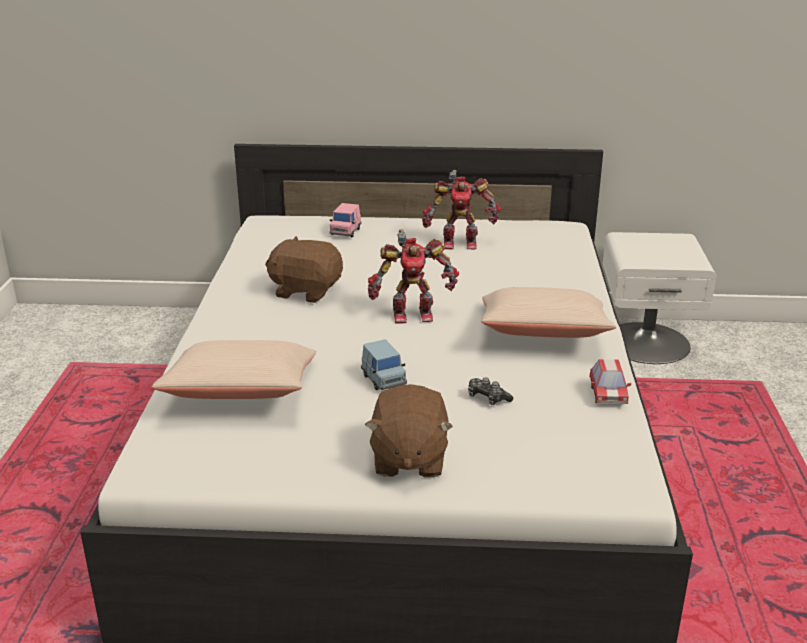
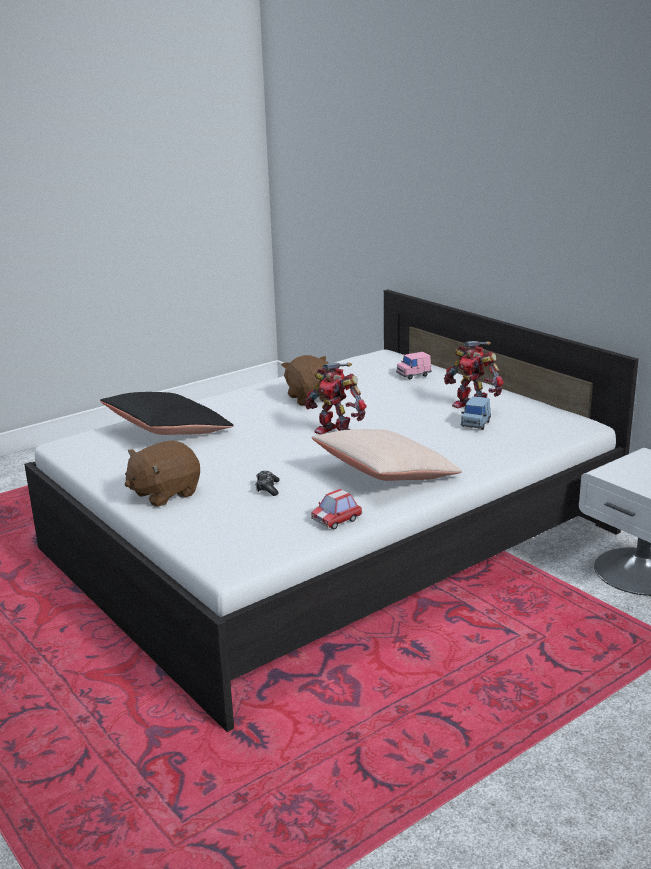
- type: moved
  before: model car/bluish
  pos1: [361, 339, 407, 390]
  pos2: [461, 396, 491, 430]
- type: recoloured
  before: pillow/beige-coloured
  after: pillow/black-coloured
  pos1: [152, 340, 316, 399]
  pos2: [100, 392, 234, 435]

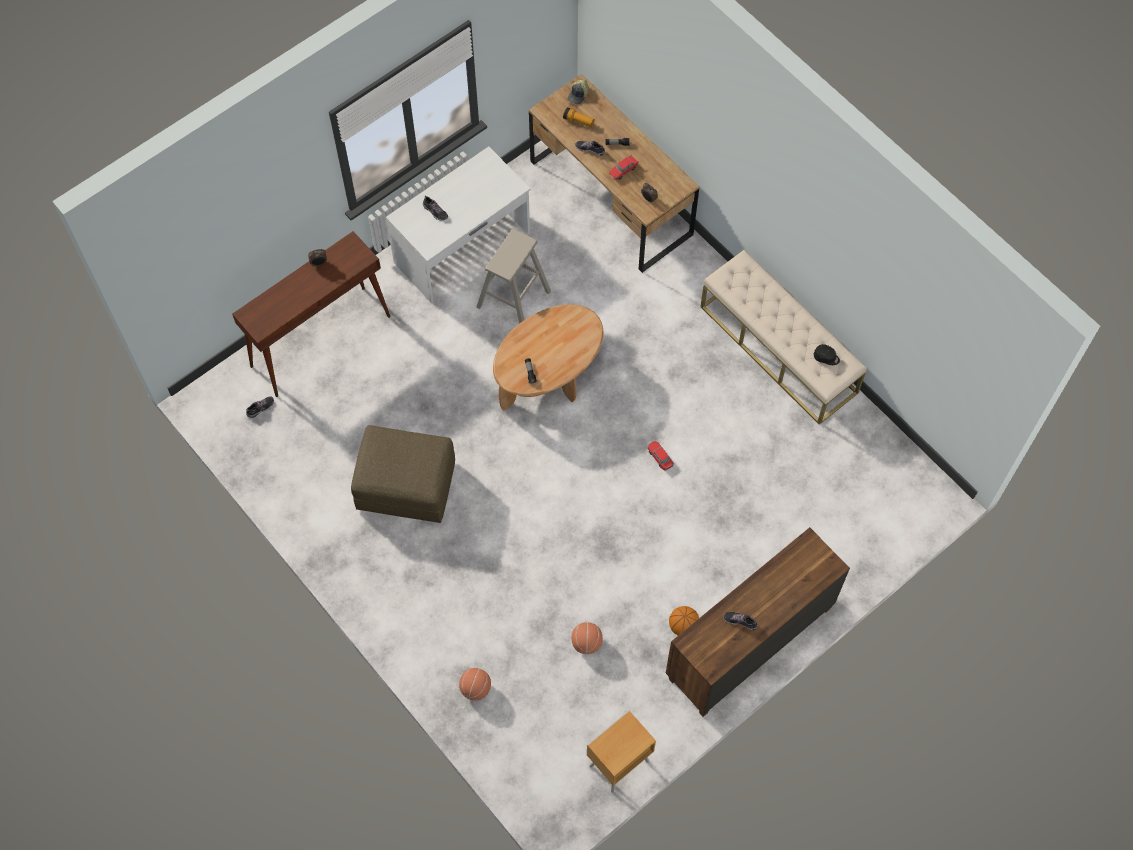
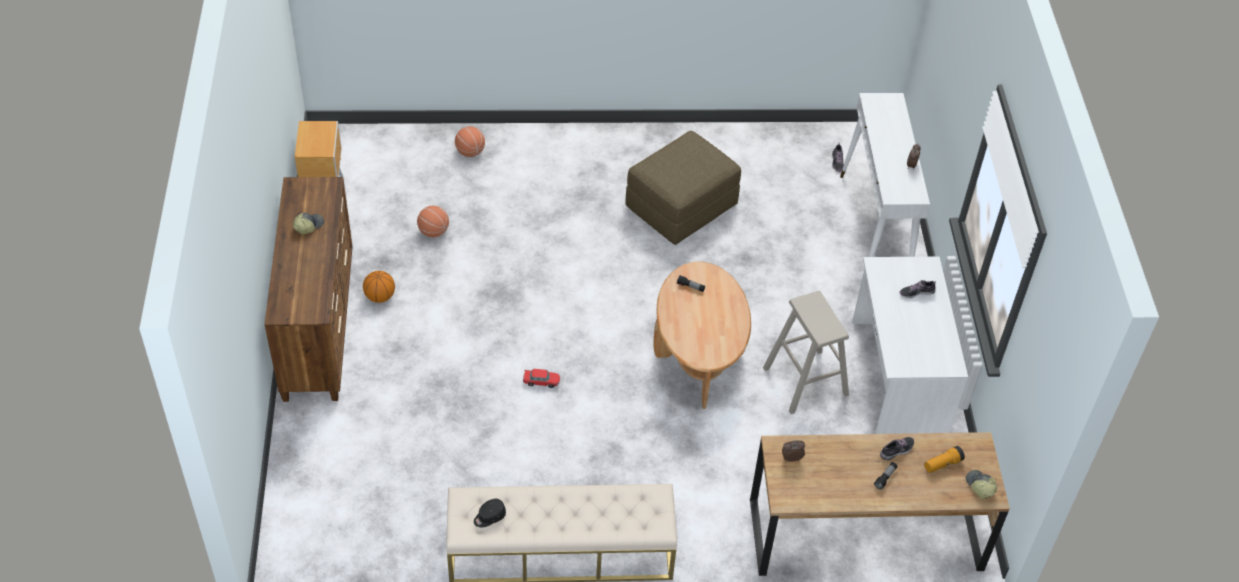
- type: removed
  before: model car
  pos1: [609, 155, 639, 180]
- type: replaced
  before: item of footwear
  after: peaked cap
  pos1: [723, 612, 758, 630]
  pos2: [293, 213, 324, 234]
- type: recoloured
  before: hall table/brown-coloured
  after: hall table/whitish
  pos1: [232, 231, 390, 397]
  pos2: [840, 93, 930, 257]

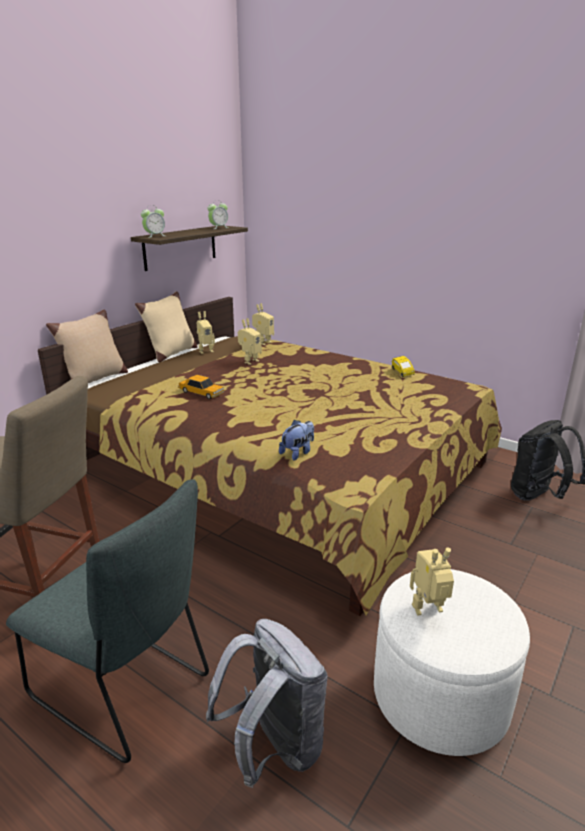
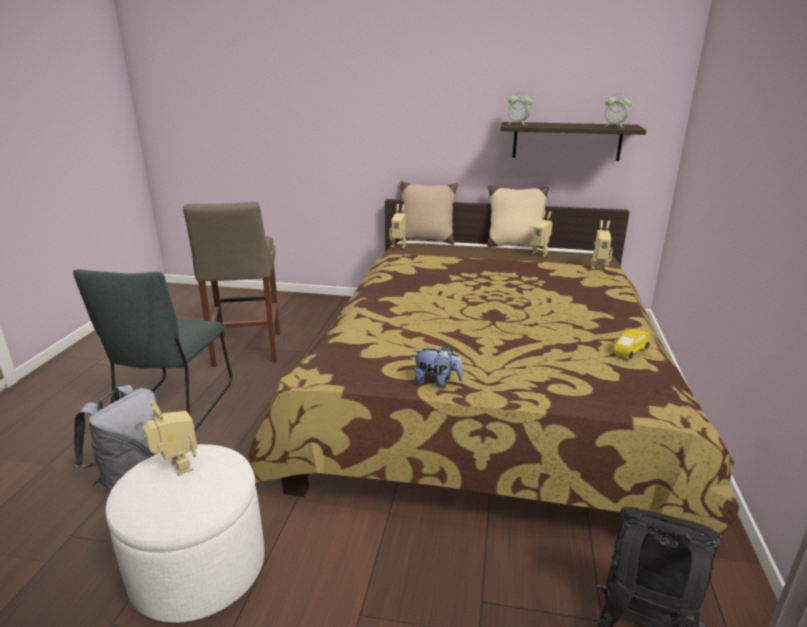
- type: removed
  before: model car
  pos1: [178, 375, 224, 399]
- type: moved
  before: robot figure
  pos1: [238, 318, 262, 365]
  pos2: [389, 204, 406, 248]
- type: moved
  before: cuddly toy
  pos1: [279, 420, 314, 460]
  pos2: [413, 345, 463, 388]

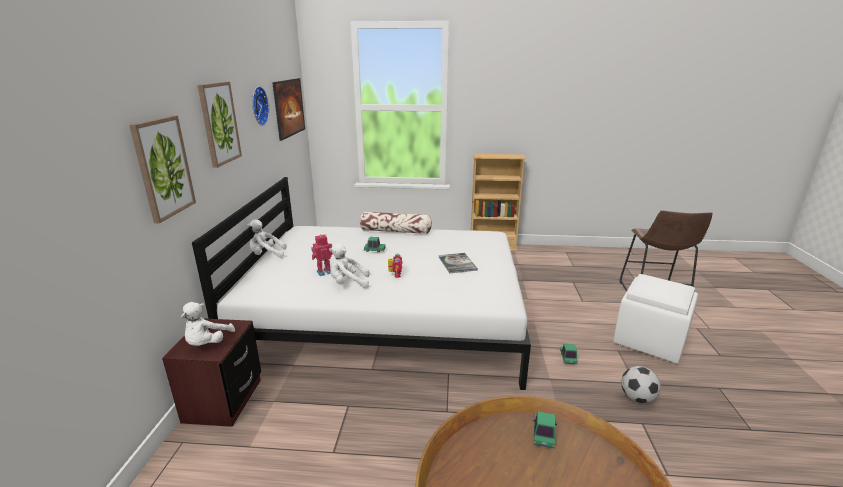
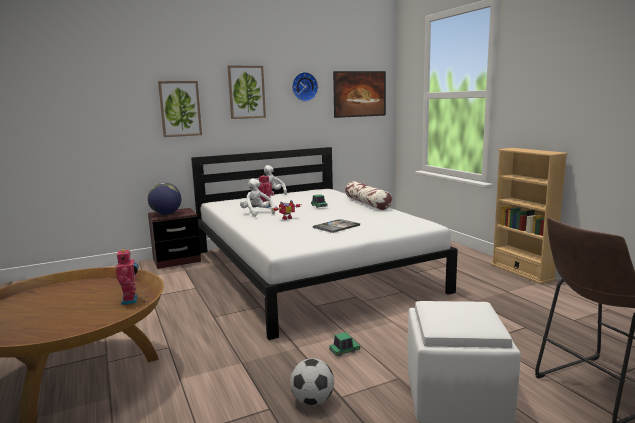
- type: replaced
  before: cuddly toy/whitish
  after: globe
  pos1: [181, 302, 235, 346]
  pos2: [148, 183, 181, 215]
- type: replaced
  before: model car
  after: robot figure
  pos1: [533, 411, 557, 449]
  pos2: [116, 248, 139, 305]

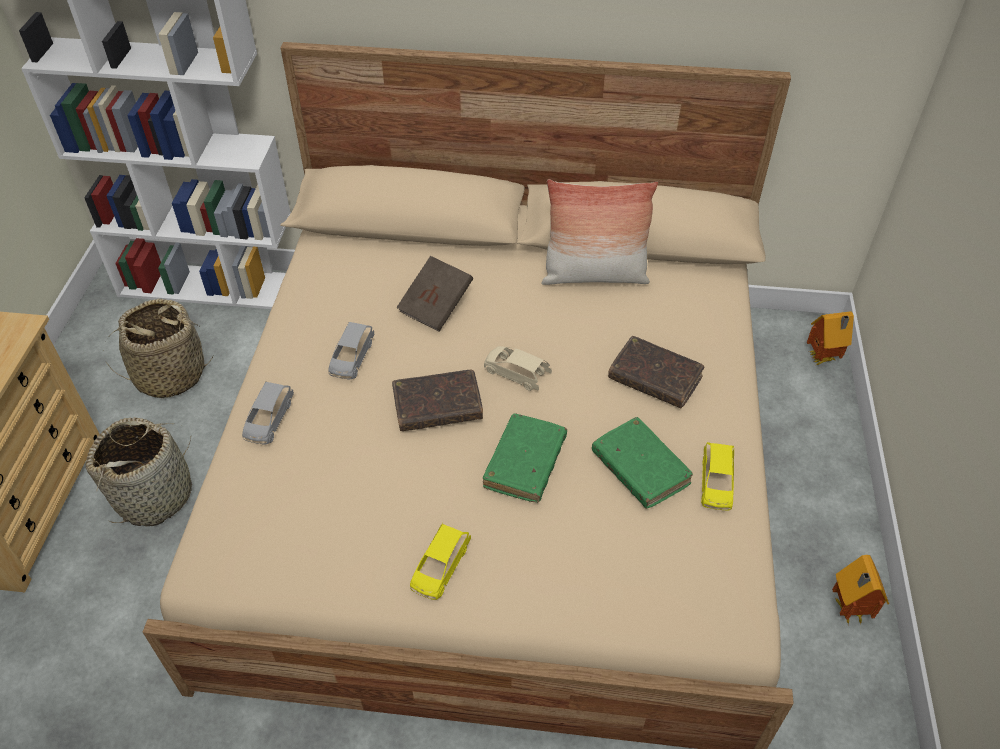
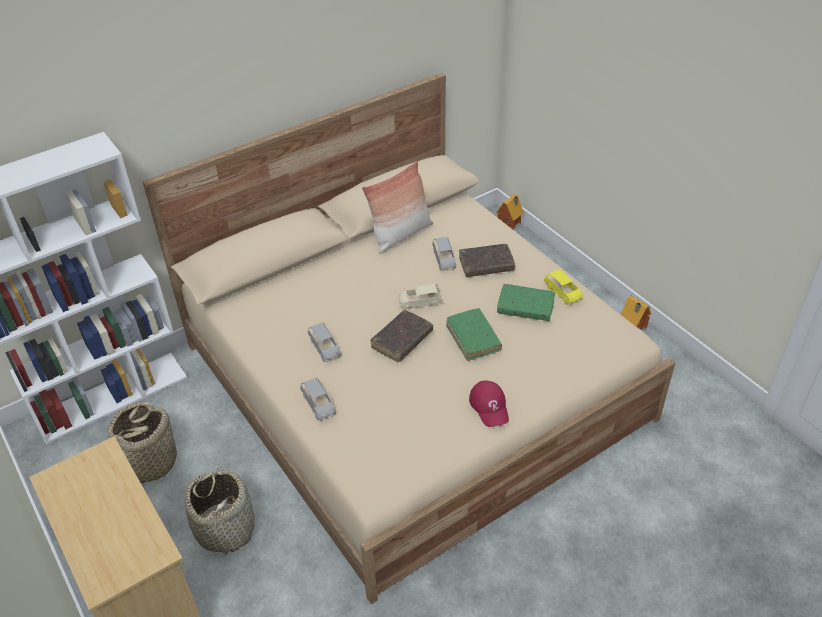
- type: removed
  before: bound book/brown-coloured
  pos1: [396, 256, 473, 332]
- type: added
  after: model car/greyish
  pos2: [433, 237, 456, 270]
- type: replaced
  before: model car/yellowish
  after: peaked cap/red
  pos1: [410, 523, 471, 600]
  pos2: [469, 381, 509, 427]

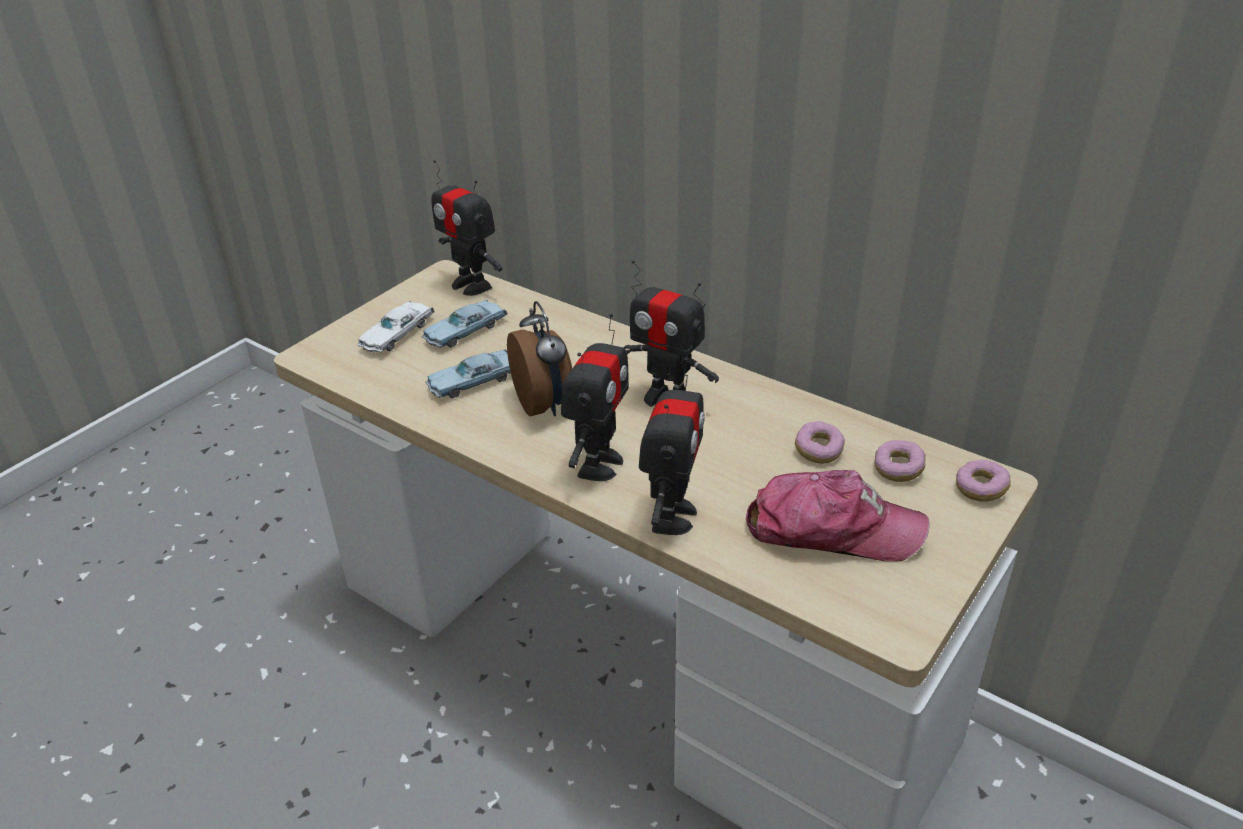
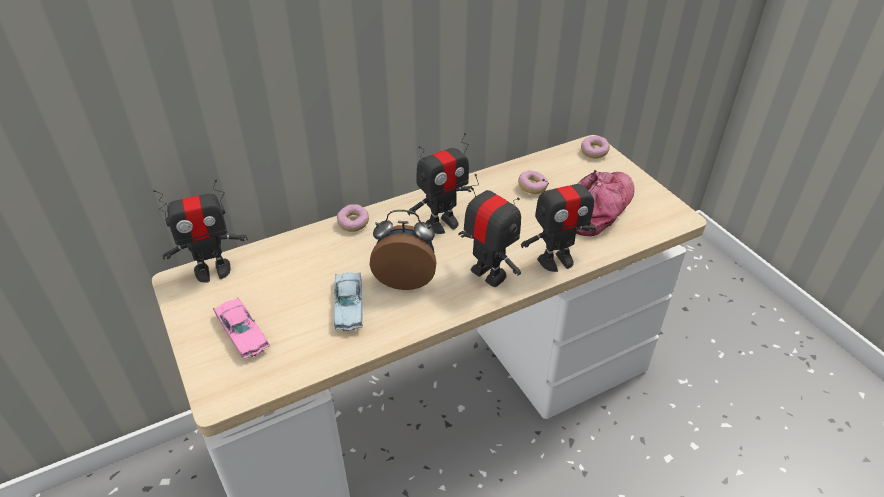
- type: removed
  before: model car/bluish
  pos1: [422, 300, 507, 348]
- type: moved
  before: donut
  pos1: [874, 440, 926, 482]
  pos2: [337, 204, 369, 232]
- type: recoloured
  before: model car/whitish
  after: model car/pink
  pos1: [357, 301, 434, 353]
  pos2: [213, 297, 270, 359]
- type: turned
  before: robot figure
  pos1: [639, 358, 705, 535]
  pos2: [521, 170, 597, 272]
  turn: 120

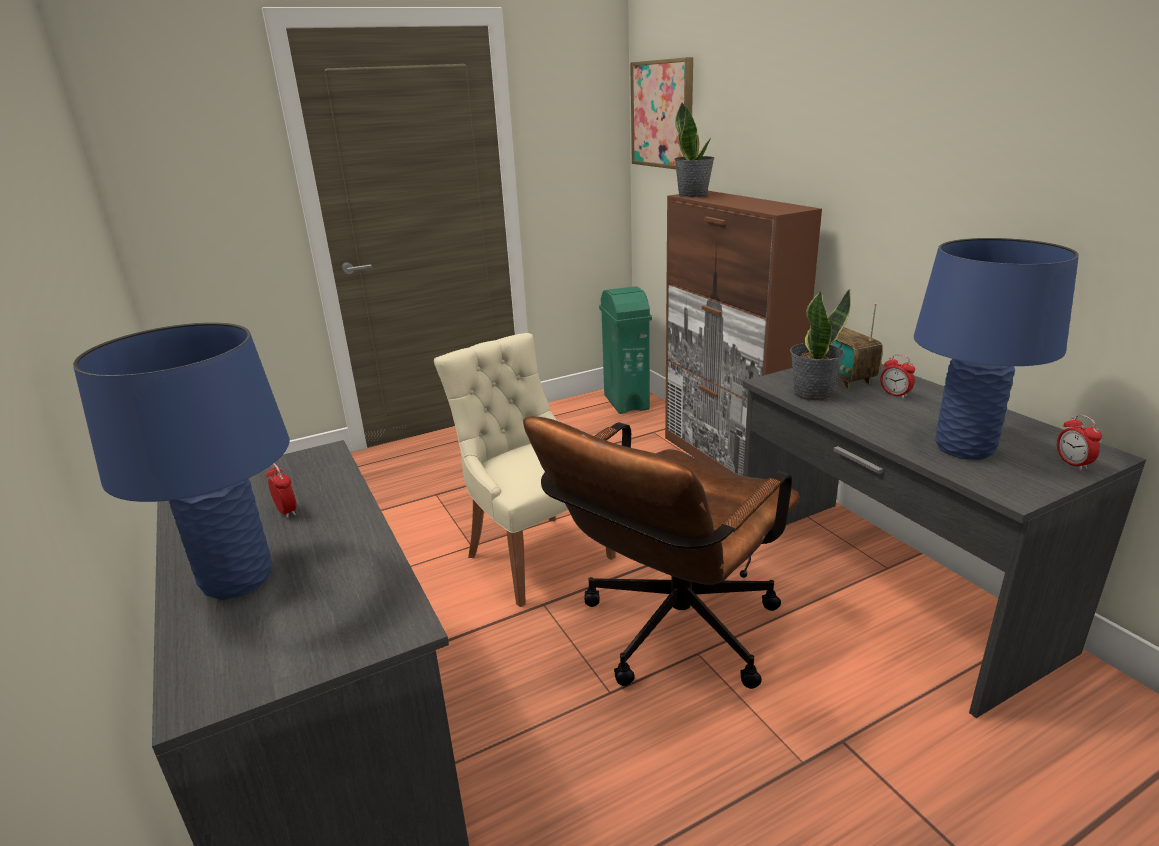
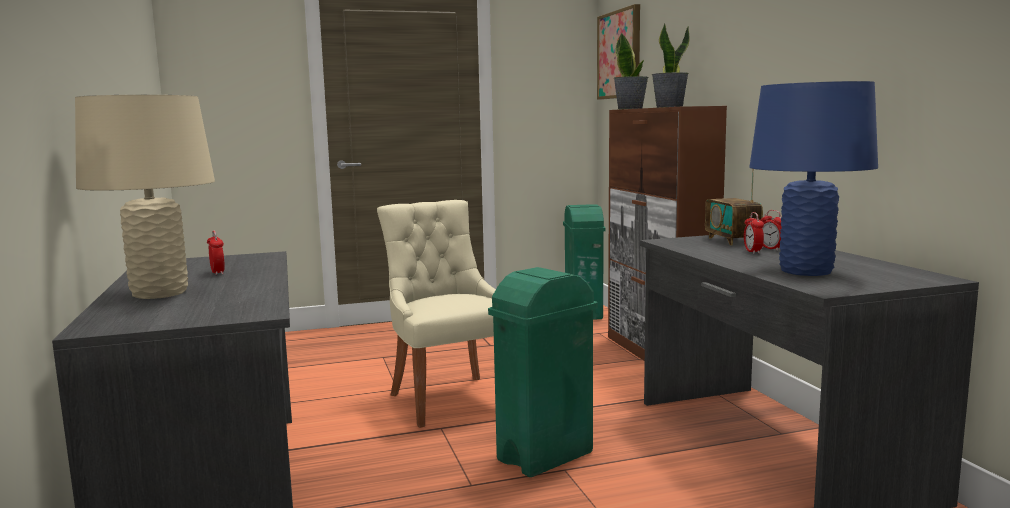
- type: moved
  before: houseplant
  pos1: [790, 289, 851, 402]
  pos2: [652, 23, 689, 108]
- type: moved
  before: alarm clock
  pos1: [1057, 414, 1102, 470]
  pos2: [744, 212, 764, 254]
- type: replaced
  before: desk chair/brown-coloured
  after: rubbish bin/green-coloured
  pos1: [523, 416, 800, 689]
  pos2: [488, 267, 598, 477]
- type: recoloured
  before: tabletop lamp/bluish
  after: tabletop lamp/beige-coloured
  pos1: [73, 322, 289, 600]
  pos2: [75, 95, 215, 299]

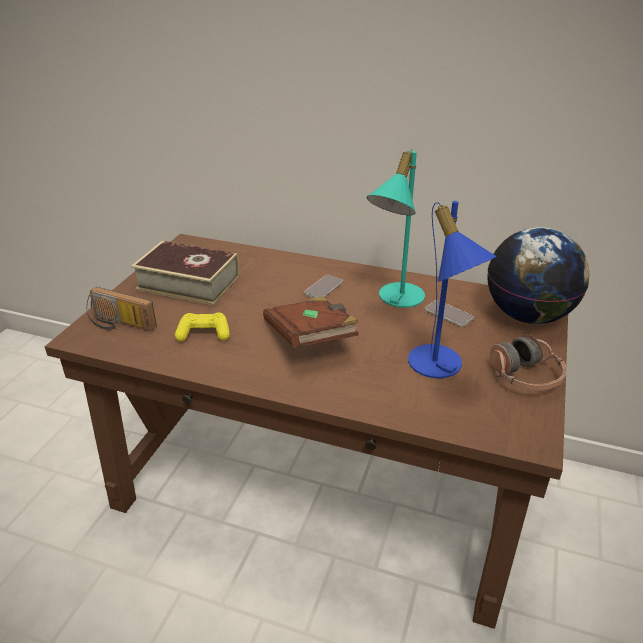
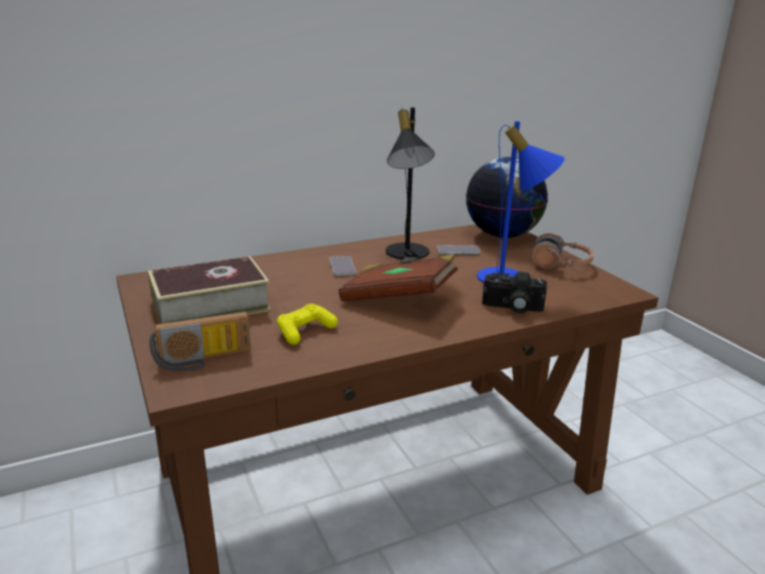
- type: added
  after: still camera
  pos2: [482, 272, 547, 313]
- type: recoloured
  before: tabletop lamp/turquoise-coloured
  after: tabletop lamp/black-coloured
  pos1: [367, 149, 425, 308]
  pos2: [385, 107, 435, 259]

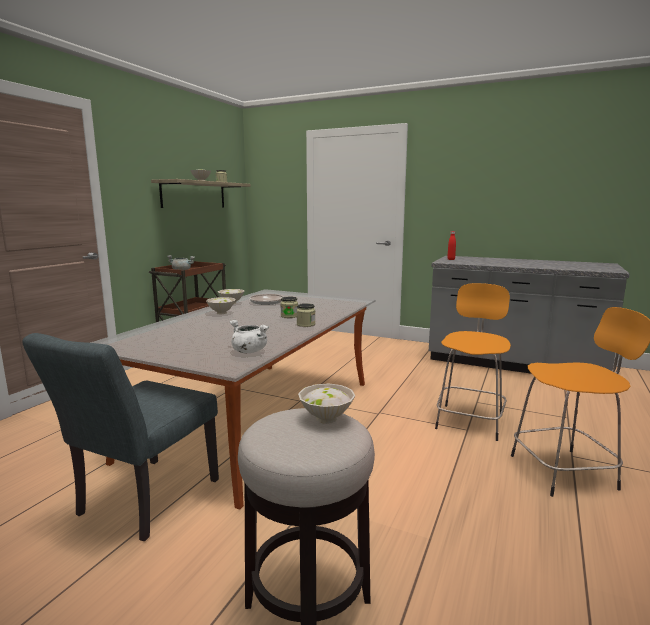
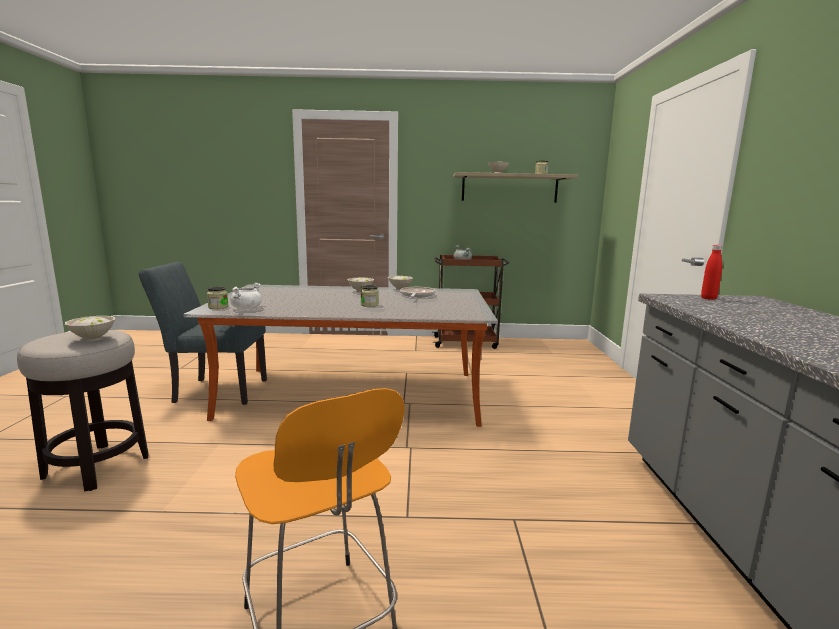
- type: removed
  before: stool seat/orange
  pos1: [435, 283, 511, 441]
- type: moved
  before: storage jar
  pos1: [297, 303, 315, 327]
  pos2: [207, 286, 229, 309]

